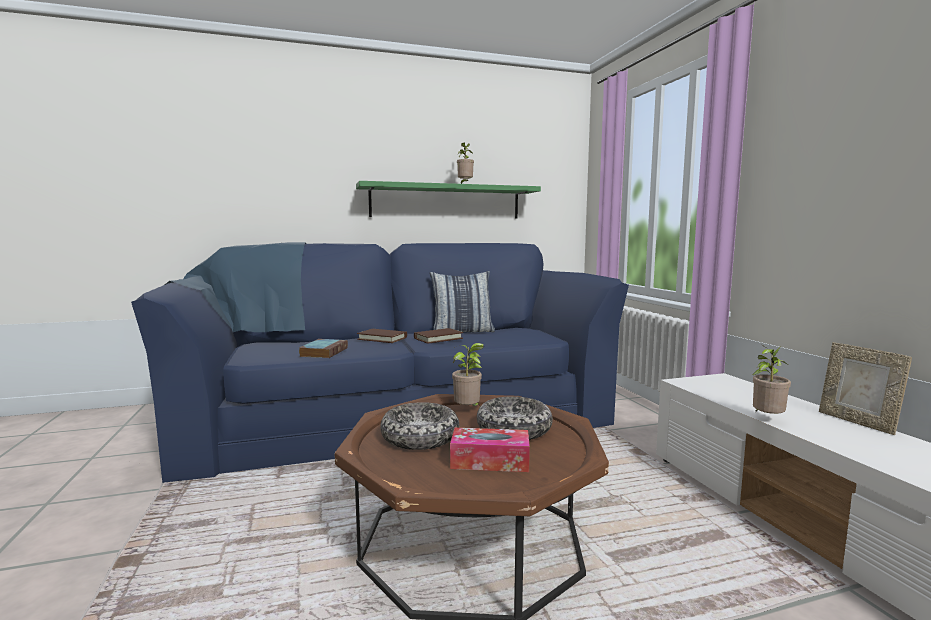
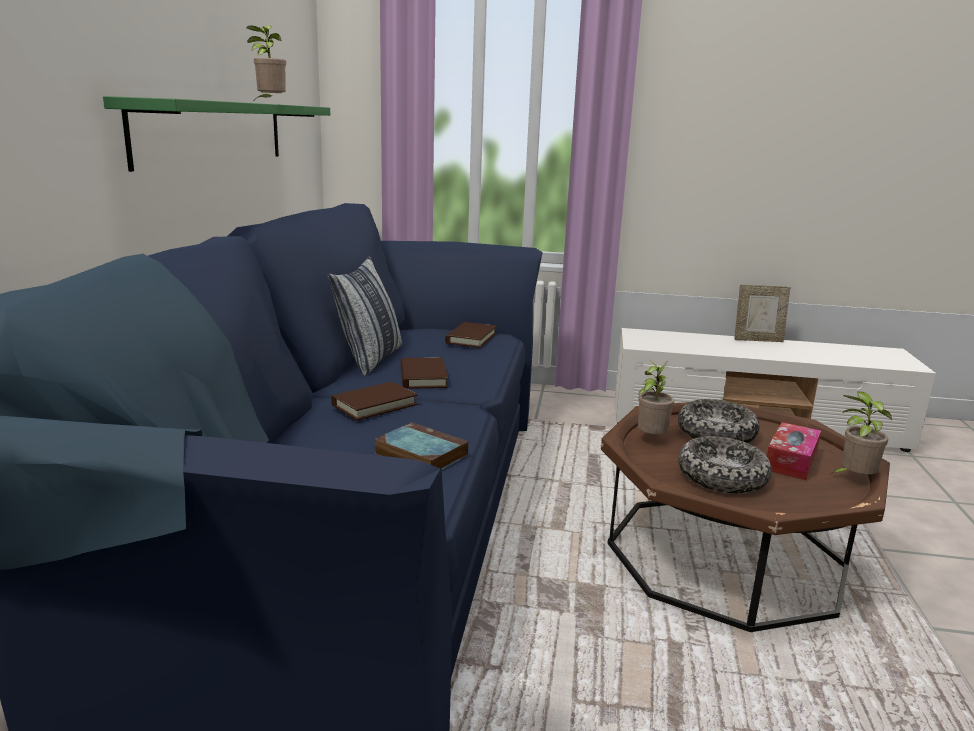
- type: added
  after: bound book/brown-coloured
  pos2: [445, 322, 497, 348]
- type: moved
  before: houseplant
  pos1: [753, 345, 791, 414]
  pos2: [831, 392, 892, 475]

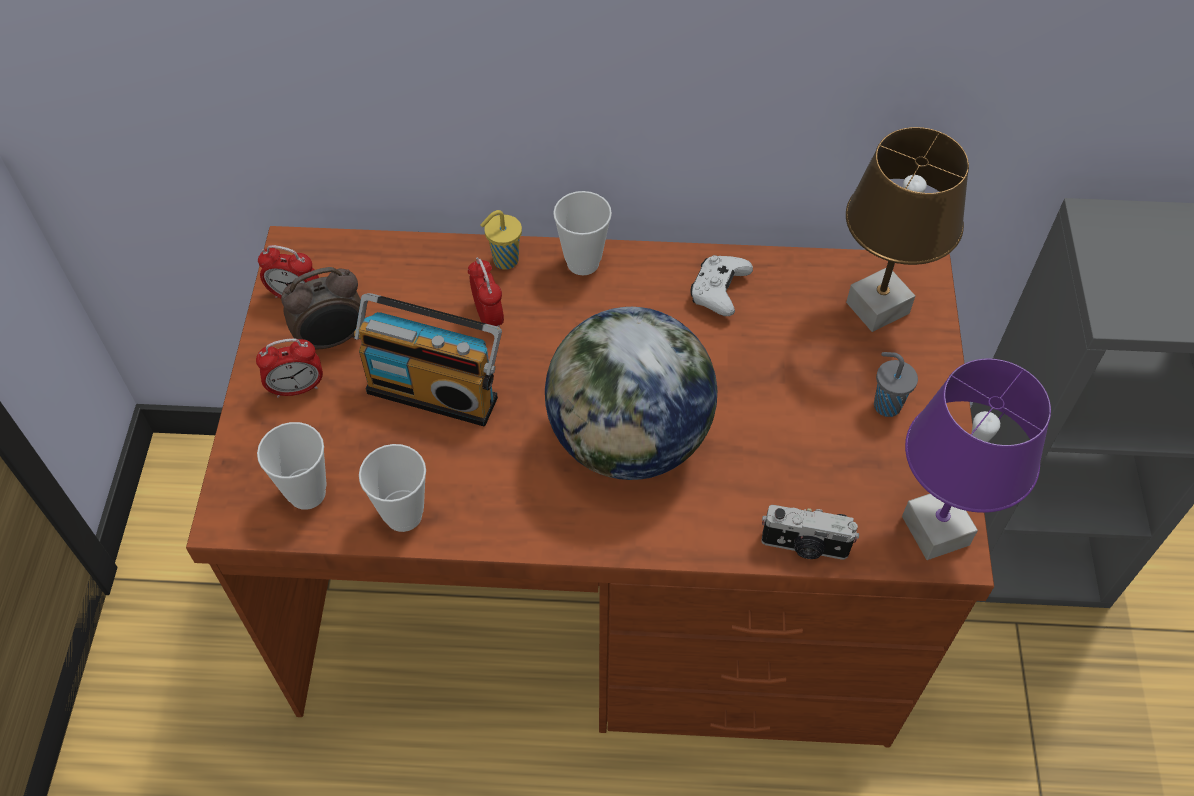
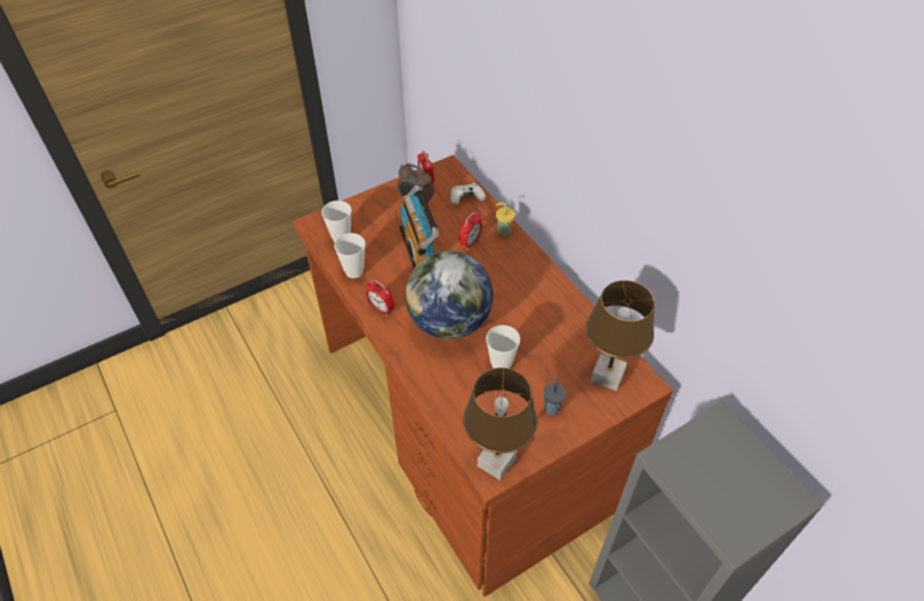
- type: removed
  before: still camera
  pos1: [761, 505, 859, 560]
- type: moved
  before: alarm clock
  pos1: [256, 338, 323, 398]
  pos2: [366, 279, 395, 316]
- type: moved
  before: cup
  pos1: [553, 191, 612, 275]
  pos2: [486, 325, 520, 369]
- type: moved
  before: game controller/whitish
  pos1: [691, 255, 753, 316]
  pos2: [451, 182, 486, 206]
- type: recoloured
  before: tabletop lamp/purple
  after: tabletop lamp/brown-coloured
  pos1: [902, 359, 1051, 560]
  pos2: [463, 368, 537, 480]

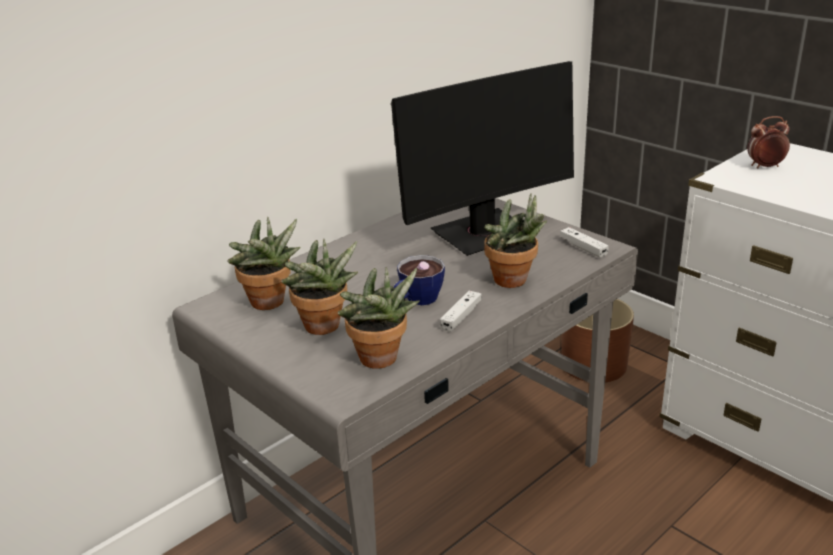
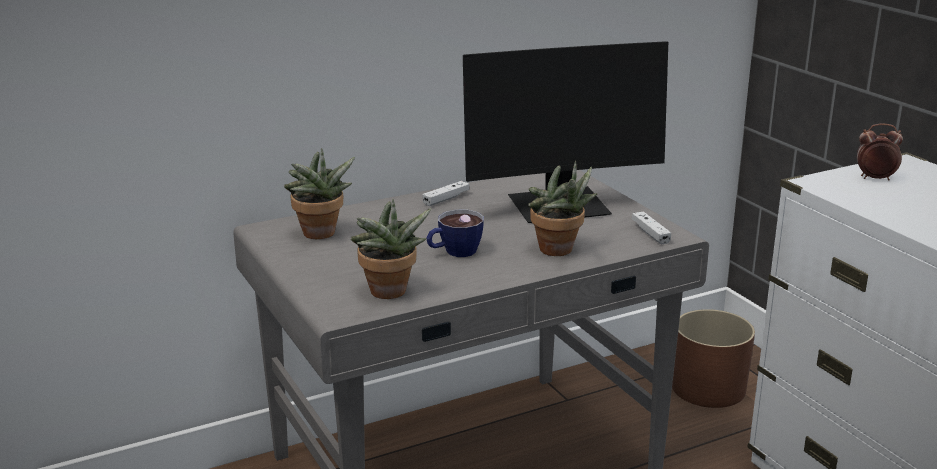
- type: removed
  before: houseplant
  pos1: [281, 239, 358, 335]
- type: moved
  before: game controller/whitish
  pos1: [440, 290, 482, 332]
  pos2: [423, 181, 470, 206]

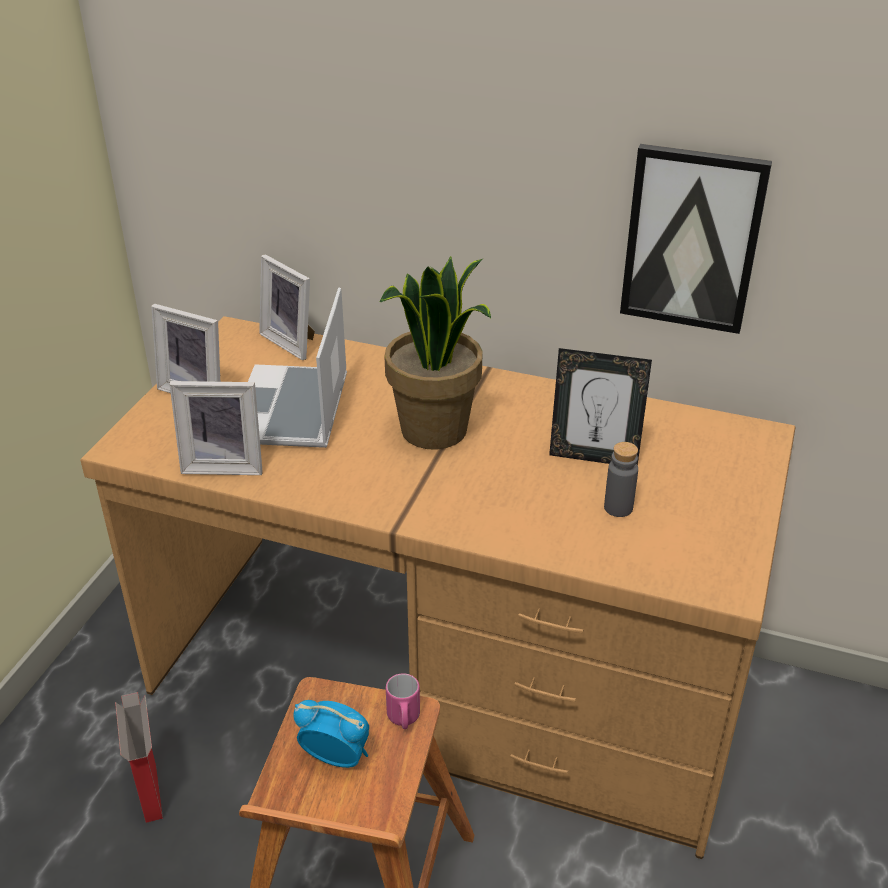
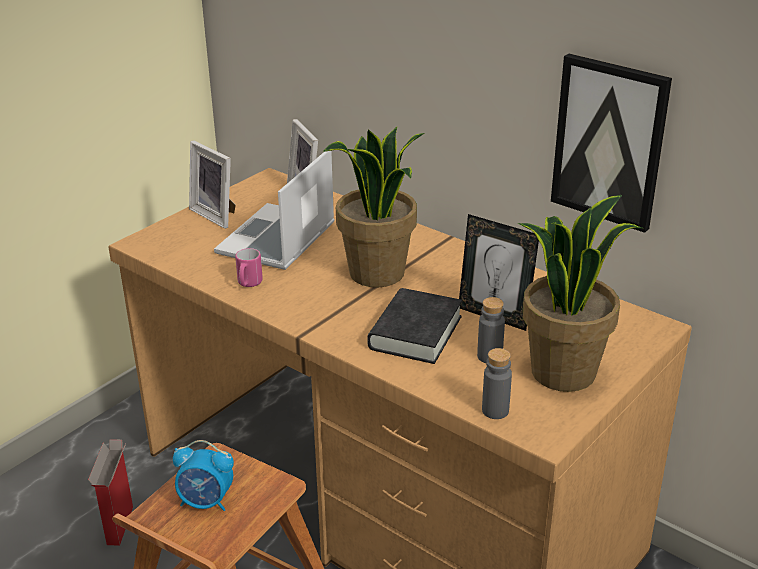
- type: removed
  before: photo frame
  pos1: [169, 381, 263, 475]
- type: added
  after: bound book/black-coloured
  pos2: [367, 288, 462, 364]
- type: added
  after: drink bottle/greyish
  pos2: [482, 348, 512, 419]
- type: added
  after: houseplant
  pos2: [518, 195, 643, 392]
- type: moved
  before: tea mug/pink
  pos1: [386, 673, 420, 729]
  pos2: [235, 248, 263, 287]
- type: turned
  before: alarm clock
  pos1: [293, 700, 369, 768]
  pos2: [173, 440, 234, 511]
  turn: 150

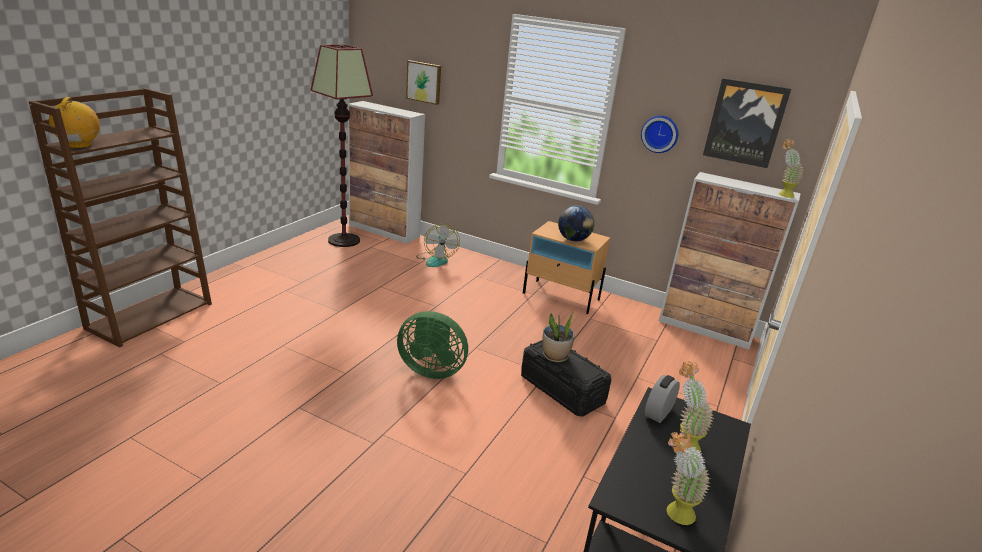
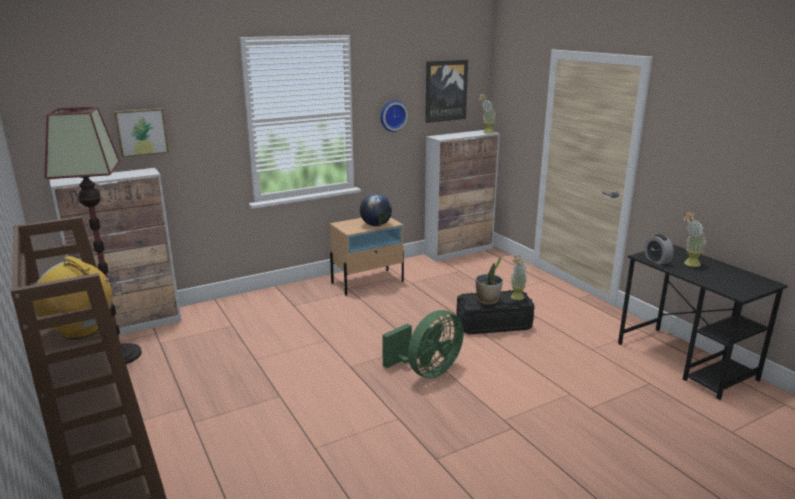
- type: removed
  before: cooling fan
  pos1: [416, 224, 460, 267]
- type: moved
  before: houseplant
  pos1: [667, 429, 710, 525]
  pos2: [510, 256, 527, 300]

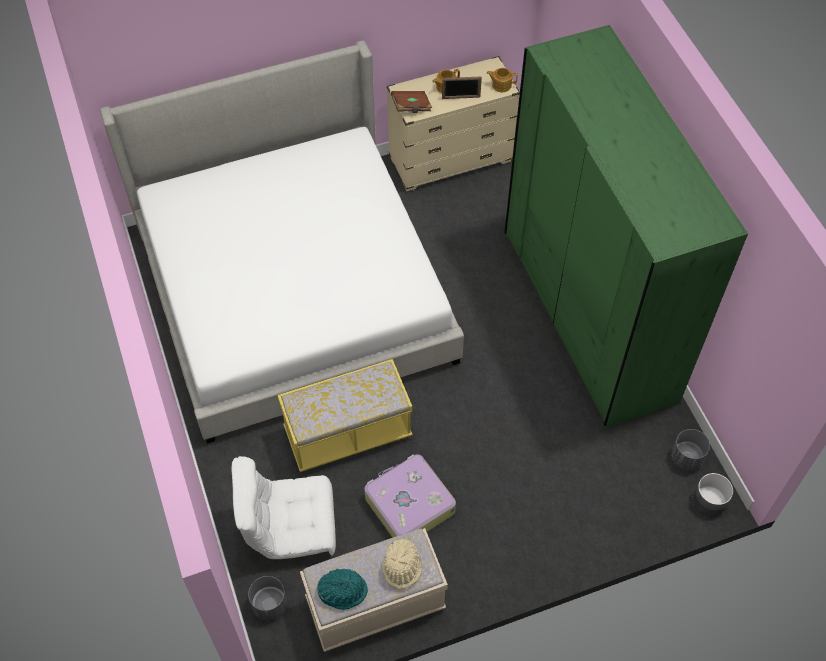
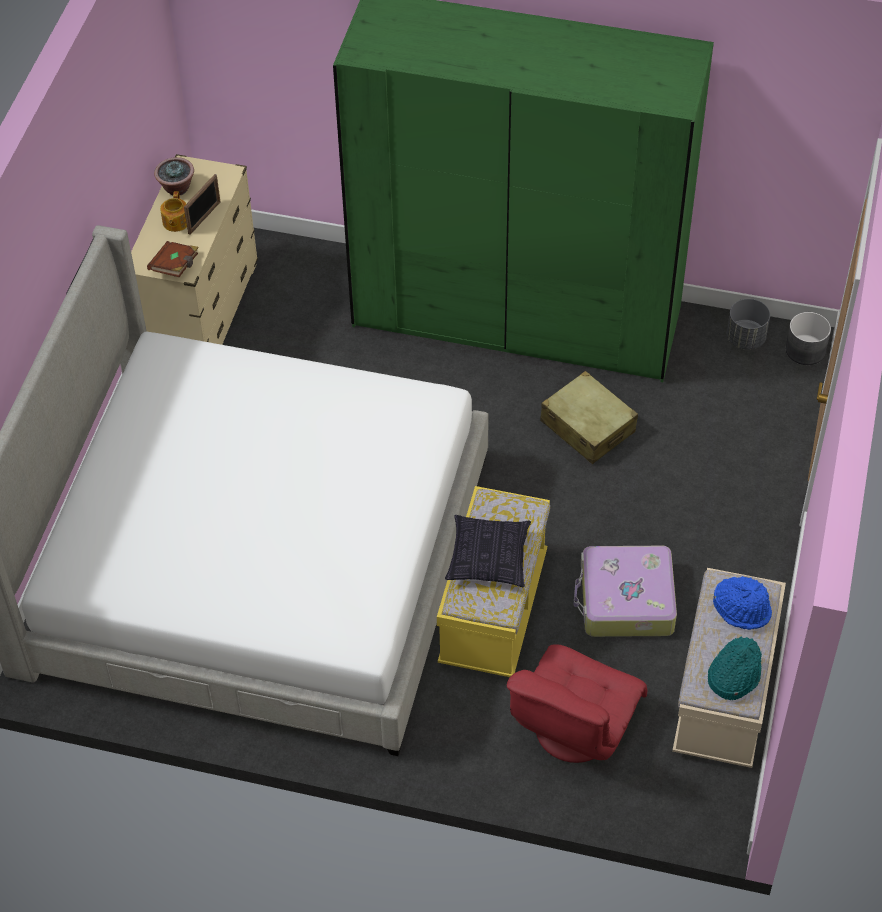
- type: removed
  before: plant pot/greyish
  pos1: [248, 576, 287, 620]
- type: removed
  before: tea pot
  pos1: [487, 68, 518, 92]
- type: added
  after: houseplant
  pos2: [154, 157, 194, 195]
- type: added
  after: pillow
  pos2: [445, 515, 531, 587]
- type: added
  after: suitcase/beige-coloured
  pos2: [540, 371, 638, 464]
- type: recoloured
  before: easy chair/whitish
  after: easy chair/red
  pos1: [231, 456, 336, 559]
  pos2: [507, 644, 647, 763]
- type: recoloured
  before: hat/beige-coloured
  after: hat/bluish
  pos1: [382, 539, 422, 589]
  pos2: [713, 576, 772, 630]

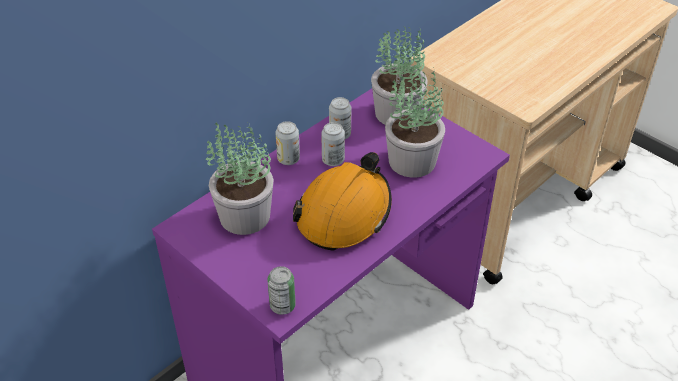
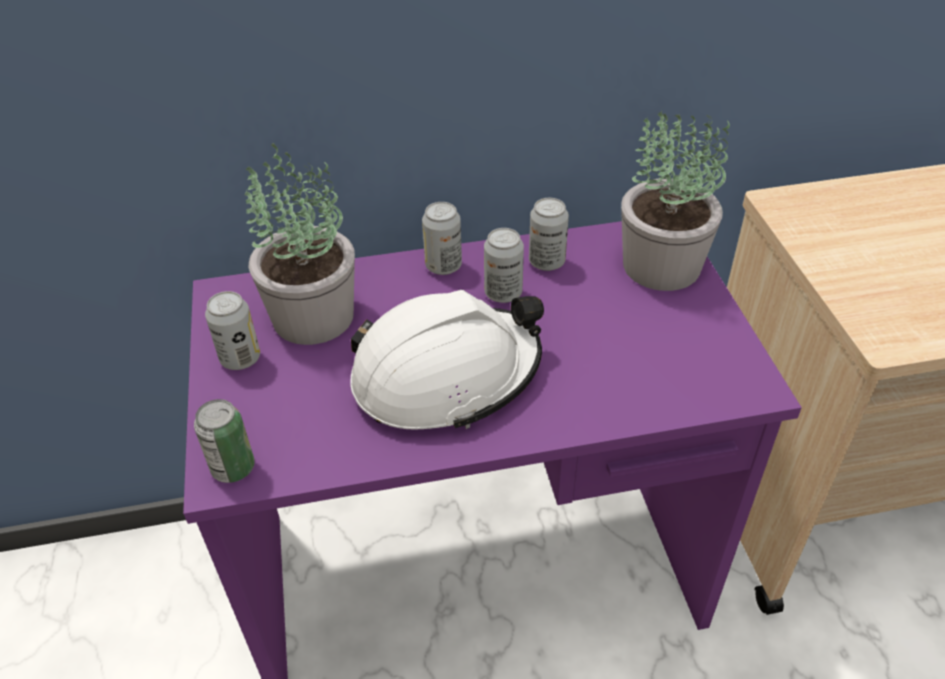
- type: removed
  before: houseplant
  pos1: [385, 67, 445, 178]
- type: added
  after: can
  pos2: [205, 291, 260, 370]
- type: recoloured
  before: hard hat/orange
  after: hard hat/whitish
  pos1: [293, 152, 392, 251]
  pos2: [350, 290, 544, 429]

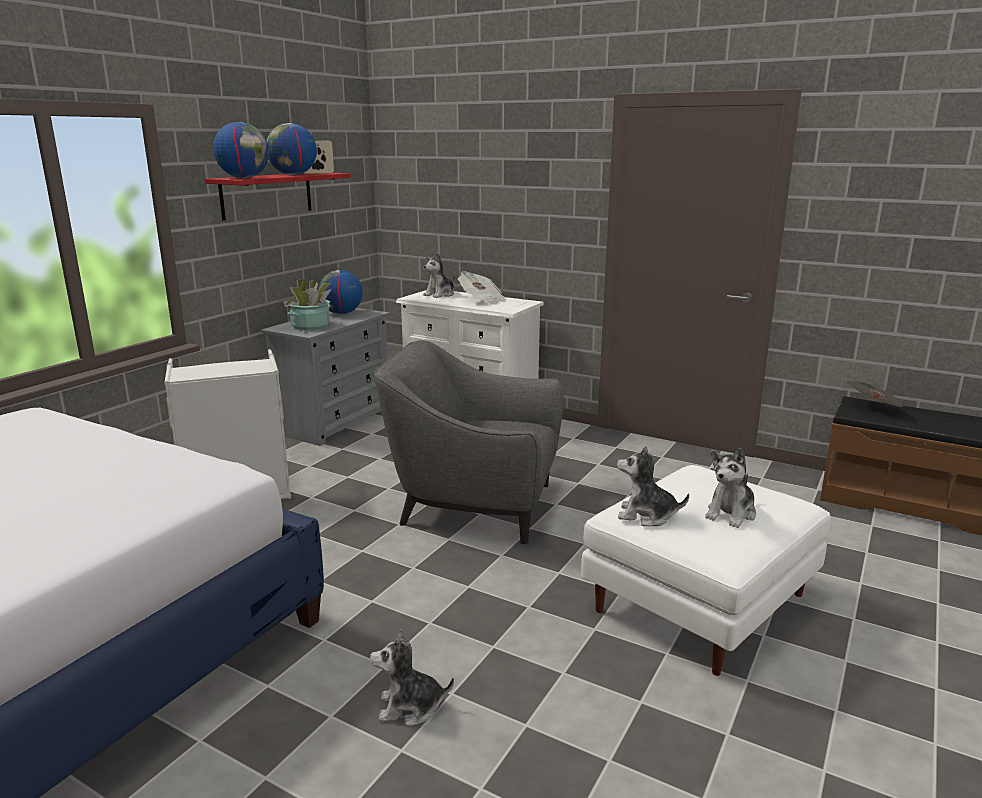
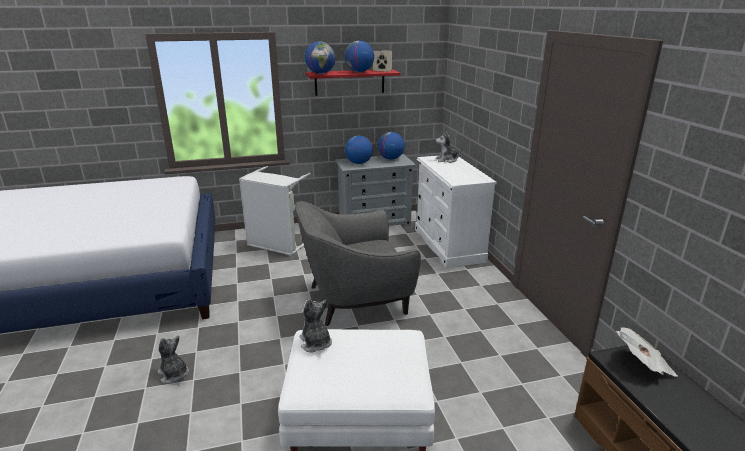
- type: removed
  before: newspaper
  pos1: [458, 271, 504, 305]
- type: removed
  before: cuddly toy
  pos1: [705, 448, 756, 528]
- type: replaced
  before: houseplant
  after: globe
  pos1: [284, 279, 332, 330]
  pos2: [345, 136, 373, 164]
- type: turned
  before: easy chair/greyish
  pos1: [374, 340, 564, 544]
  pos2: [295, 201, 421, 326]
  turn: -75

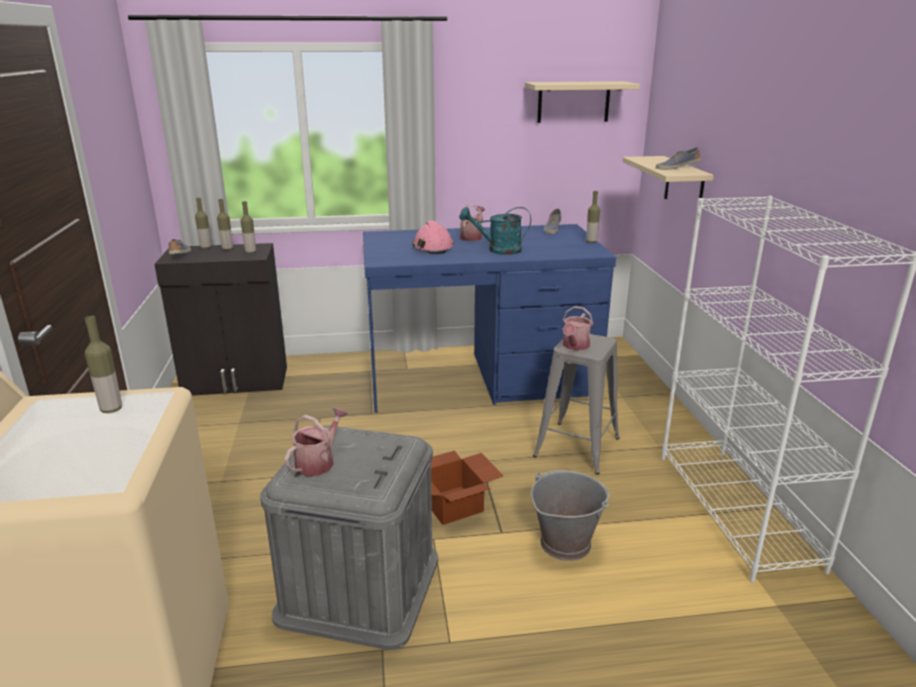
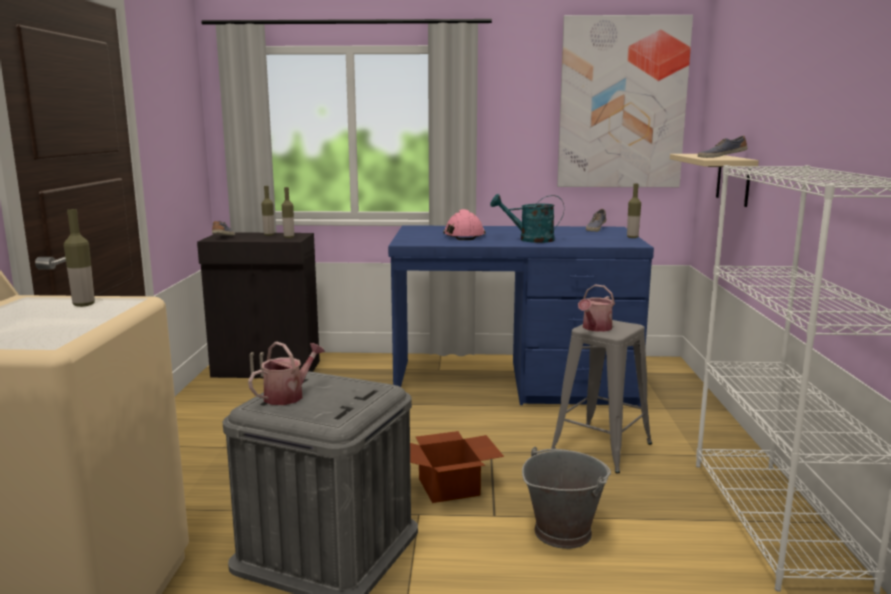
- type: removed
  before: drink bottle
  pos1: [195, 198, 211, 249]
- type: removed
  before: watering pot
  pos1: [459, 205, 485, 241]
- type: replaced
  before: shelf/beige-coloured
  after: picture
  pos1: [525, 81, 640, 123]
  pos2: [557, 15, 693, 187]

